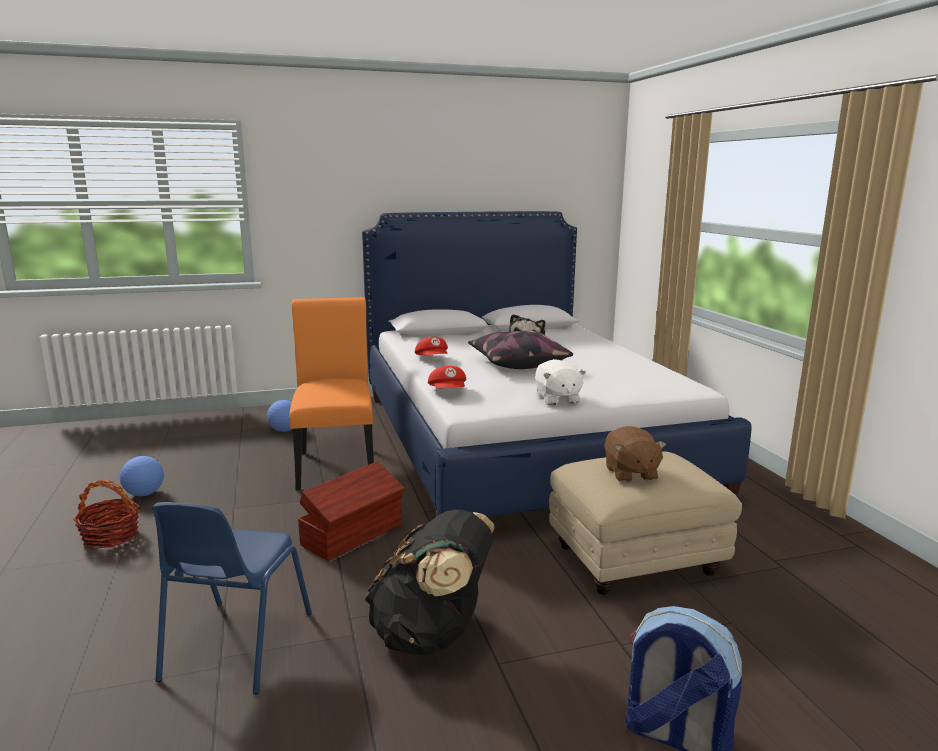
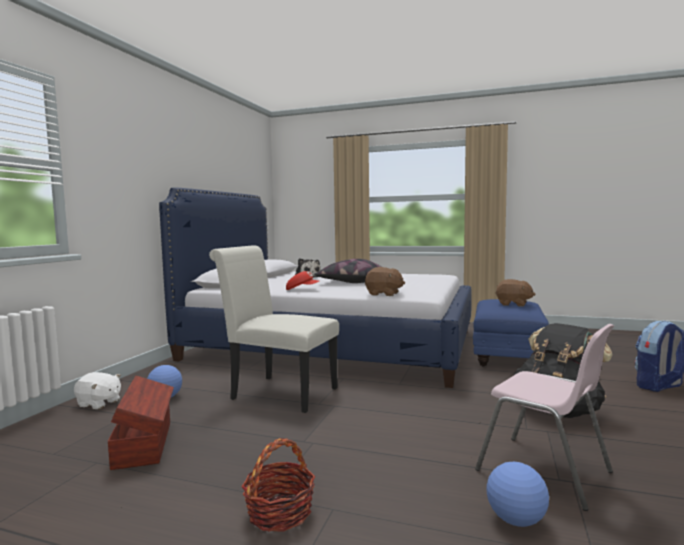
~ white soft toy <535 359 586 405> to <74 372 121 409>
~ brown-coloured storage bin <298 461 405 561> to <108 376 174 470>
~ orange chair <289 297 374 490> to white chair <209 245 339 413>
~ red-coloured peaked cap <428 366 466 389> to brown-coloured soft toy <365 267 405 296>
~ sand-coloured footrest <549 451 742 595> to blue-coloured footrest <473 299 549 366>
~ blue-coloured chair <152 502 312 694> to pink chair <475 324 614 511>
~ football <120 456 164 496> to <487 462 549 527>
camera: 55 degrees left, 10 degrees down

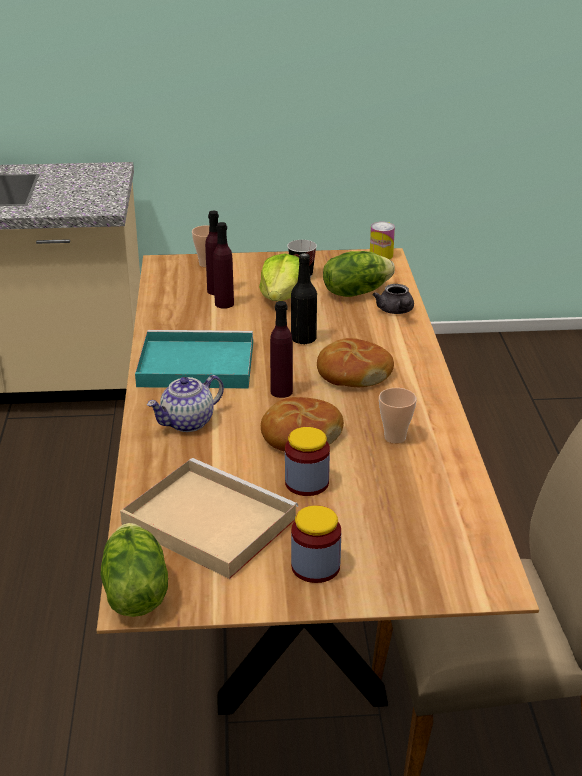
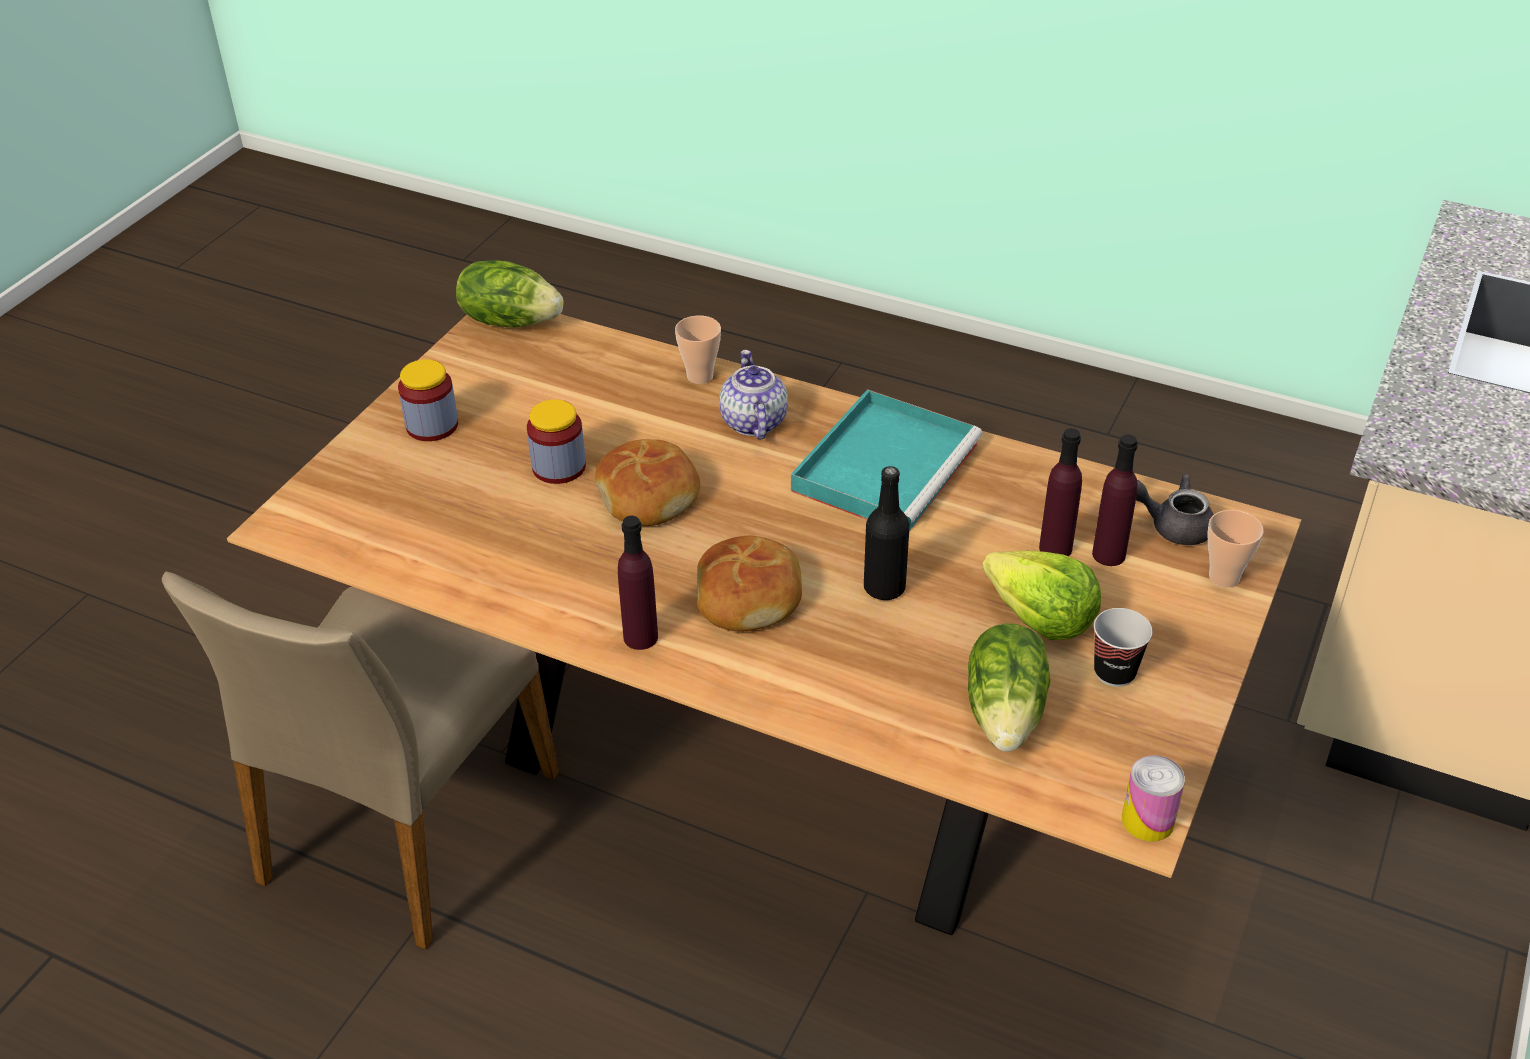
~ purplish bottle <270 301 293 398> to <618 516 658 650>
~ drinking cup <379 388 417 444> to <675 316 721 384>
~ gray tea pot <373 284 414 314> to <1136 475 1213 545>
- sand-coloured tray <120 458 298 579>
camera: 120 degrees right, 10 degrees up

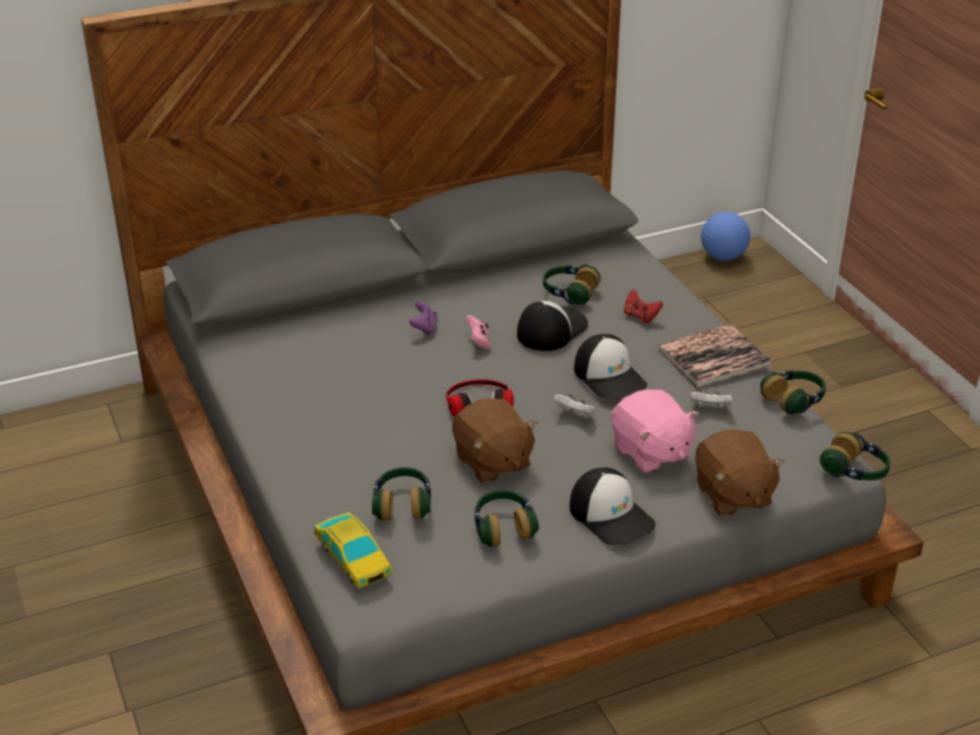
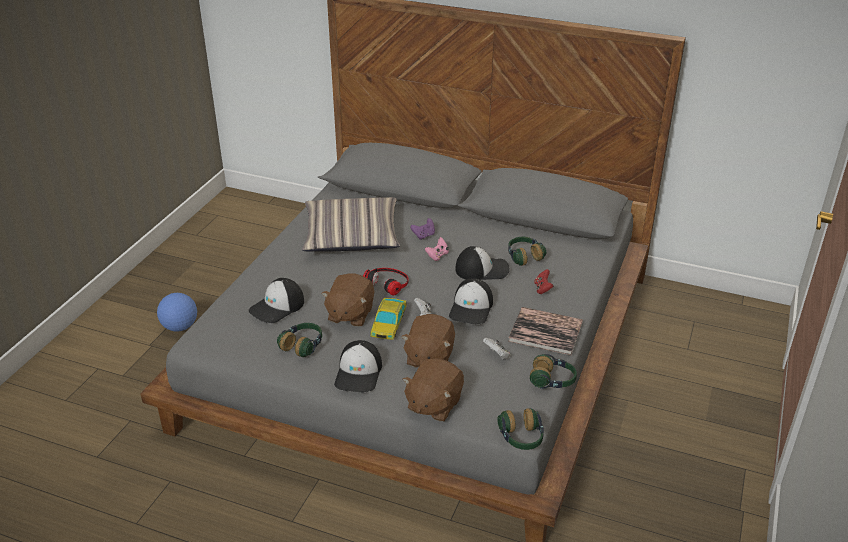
~ football <701 212 750 261> to <157 293 197 332>
~ headset <372 467 431 521> to peaked cap <249 278 304 323>
+ throw pillow <302 197 400 252>
~ miniature car <314 512 393 588> to <370 298 407 340>
~ pink soft toy <611 389 699 474> to brown-coloured soft toy <401 314 455 368>
camera: 45 degrees right, 0 degrees up

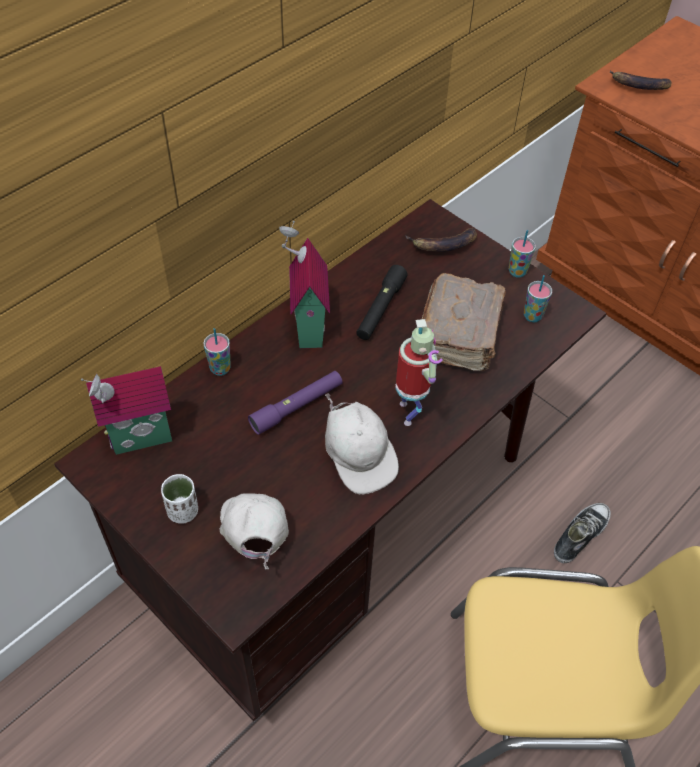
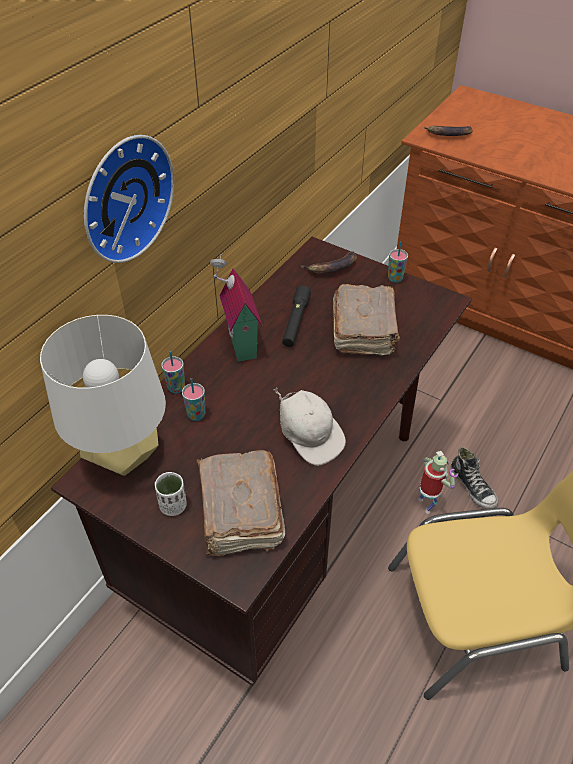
~ model house <81 366 172 455> to white lamp for a table <40 315 166 476>
+ wall clock <84 135 174 263>
~ drinking cup <524 275 552 322> to <182 378 205 421>
~ white peaked cap <220 493 289 569> to brown-coloured bound book <197 450 285 556>
~ robot figure <396 319 443 426> to <418 451 458 514>
~ low shoe <554 503 611 564> = <450 447 498 509> 120 degrees clockwise
- purplish hand torch <248 371 343 435>
camera: 10 degrees left, 5 degrees down

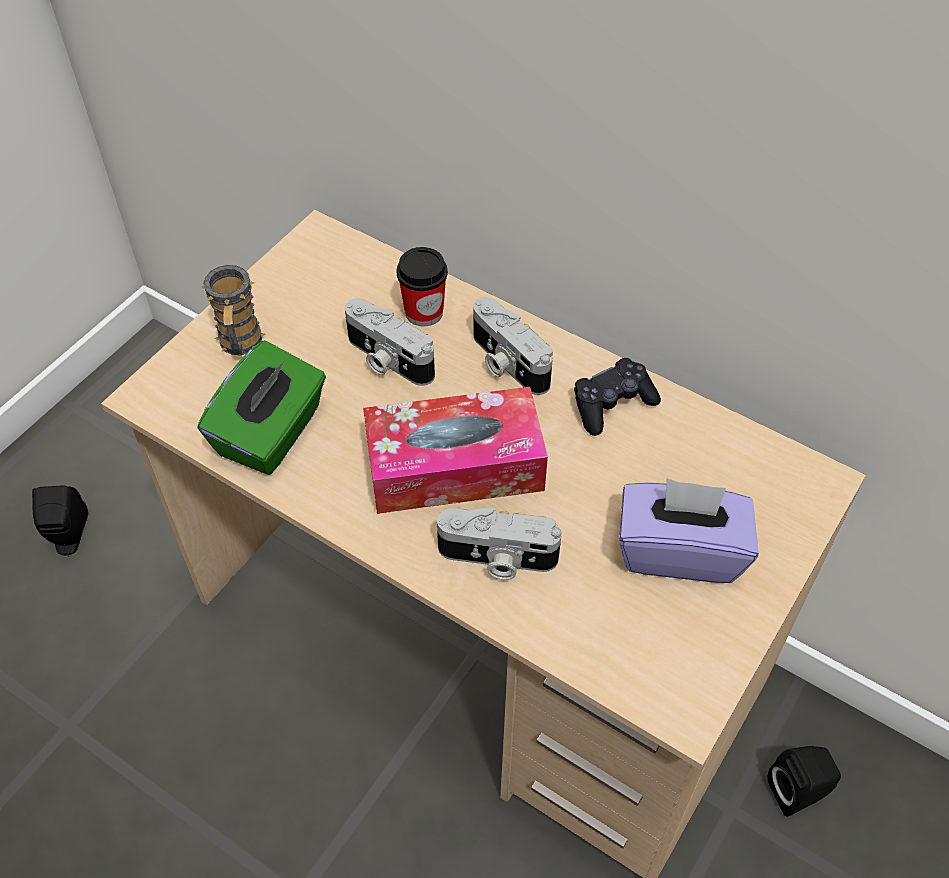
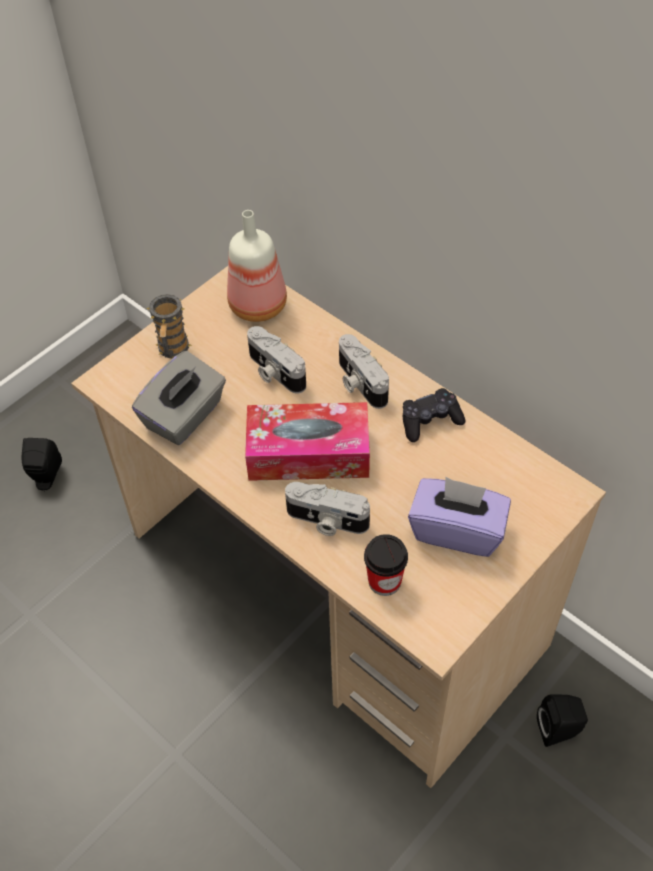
~ greenish box of tissues <198 340 326 475> to gray box of tissues <132 351 226 445>
+ bottle <227 210 287 322>
~ drinking cup <397 247 448 327> to <364 534 408 596>
camera: 10 degrees right, 0 degrees up

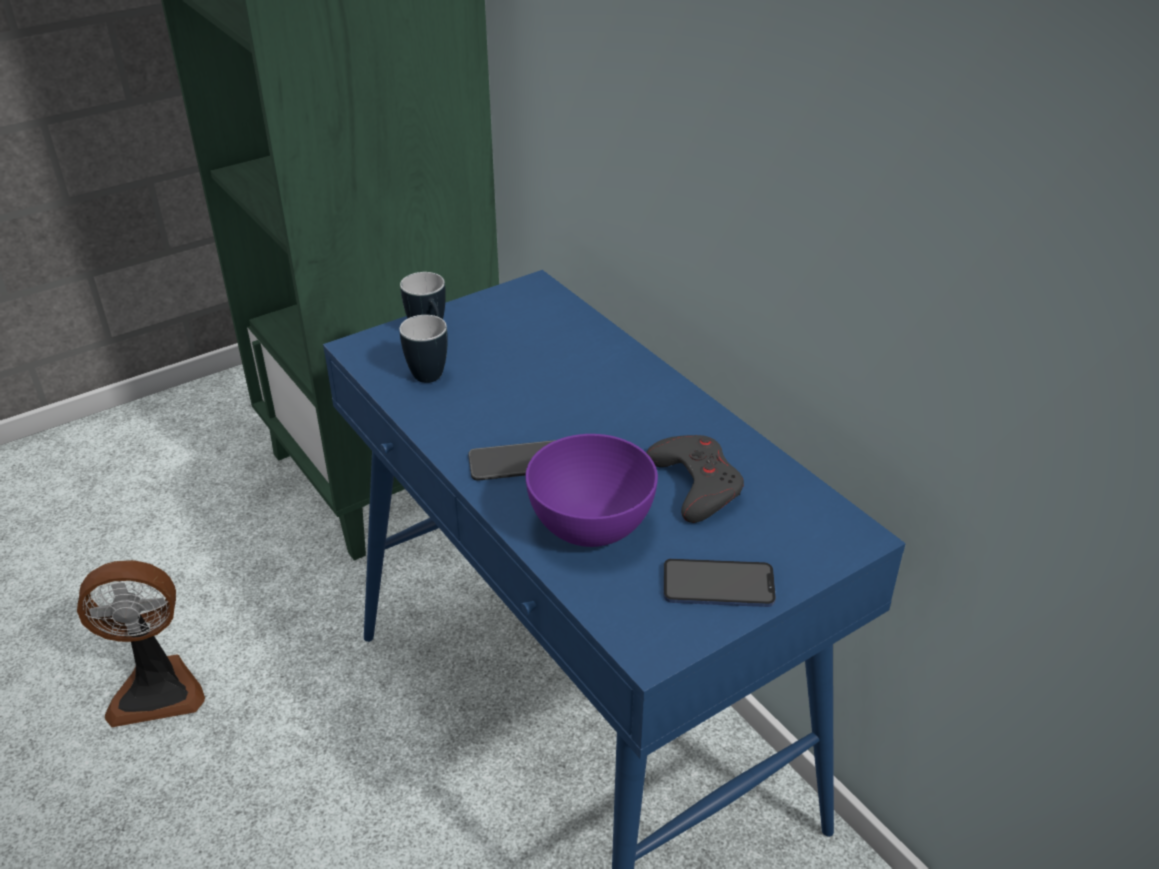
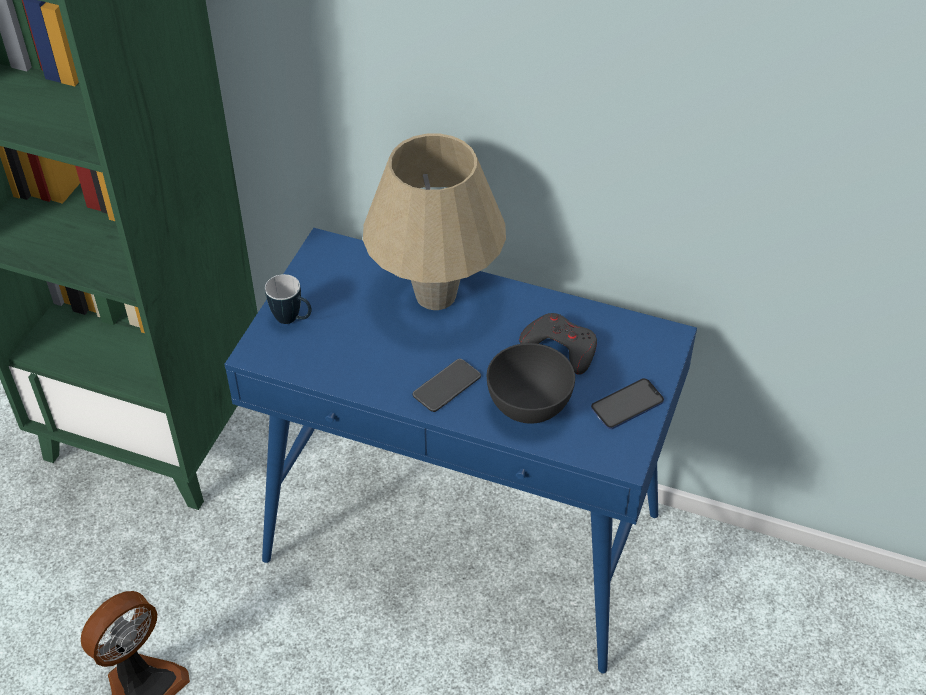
+ sand-coloured lamp for a table <363 133 506 310>
~ purplish deep dish <525 434 658 547> to gray deep dish <487 343 575 423>
- mug <399 315 448 383>
camera: 35 degrees left, 10 degrees up

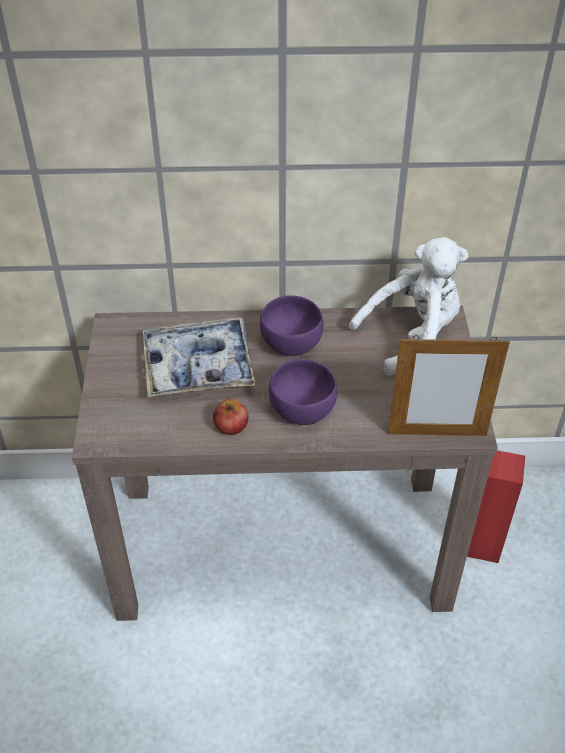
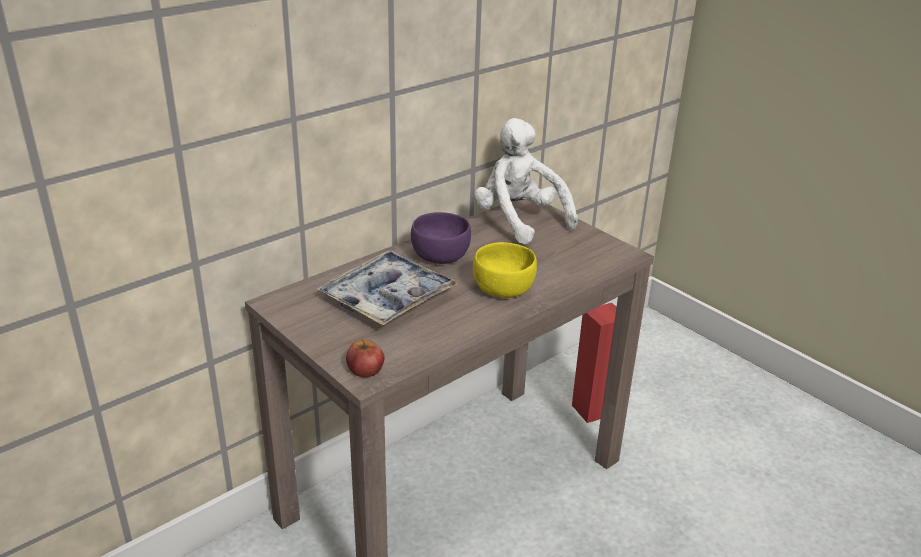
~ apple <213 399 249 435> to <346 339 385 377>
~ purplish deep dish <269 359 337 425> to yellow deep dish <473 242 537 298>
~ white soft toy <349 237 468 376> = <474 118 578 244> 60 degrees counterclockwise
- photo frame <388 335 510 436>
camera: 40 degrees left, 15 degrees down

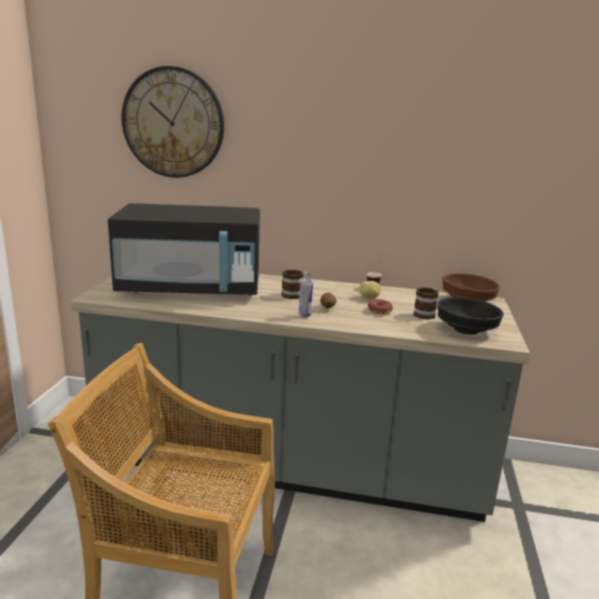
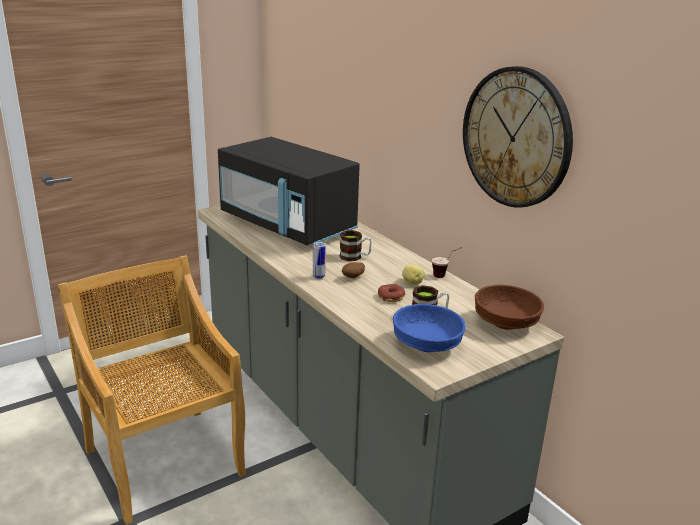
~ black deep dish <437 297 504 335> to blue-coloured deep dish <393 304 466 352>
~ wall clock <121 66 224 178> to <463 66 573 208>
camera: 45 degrees right, 5 degrees up

